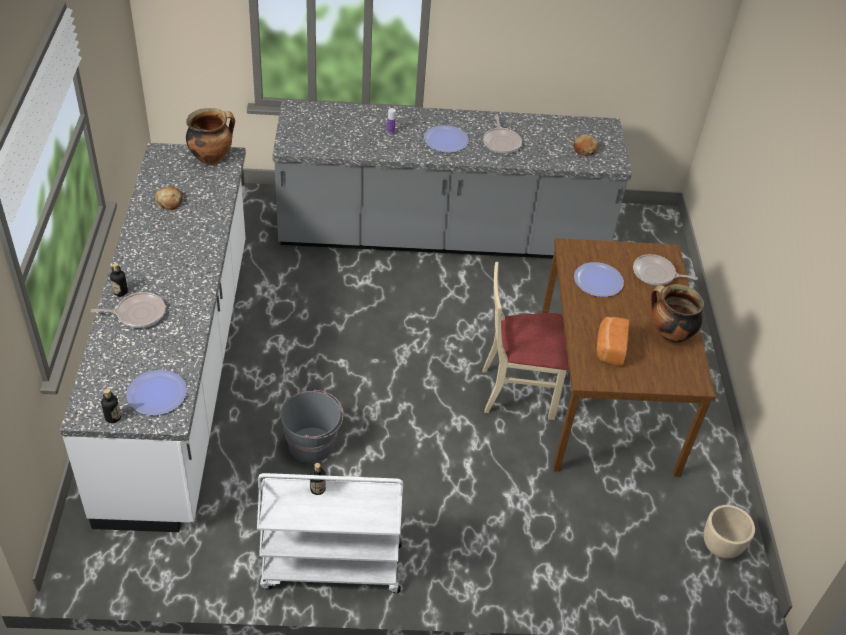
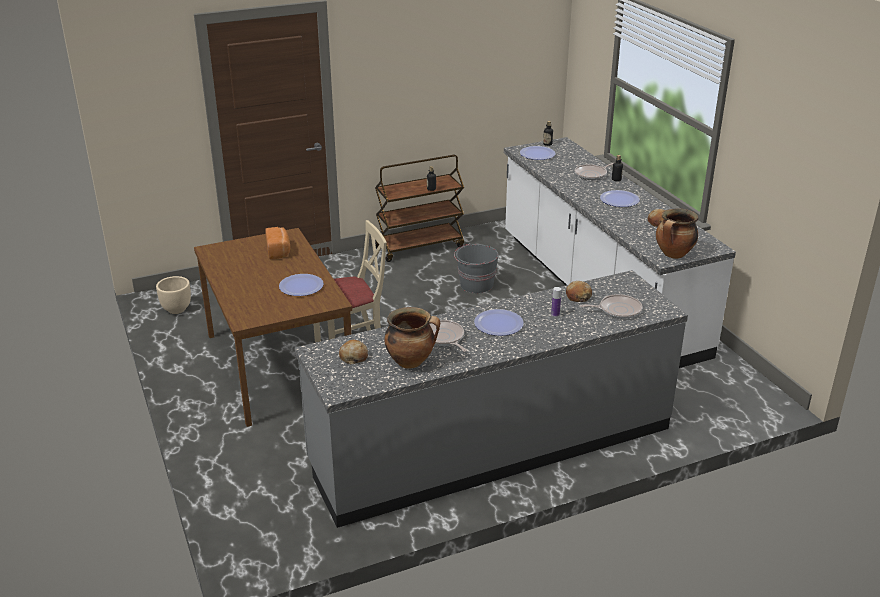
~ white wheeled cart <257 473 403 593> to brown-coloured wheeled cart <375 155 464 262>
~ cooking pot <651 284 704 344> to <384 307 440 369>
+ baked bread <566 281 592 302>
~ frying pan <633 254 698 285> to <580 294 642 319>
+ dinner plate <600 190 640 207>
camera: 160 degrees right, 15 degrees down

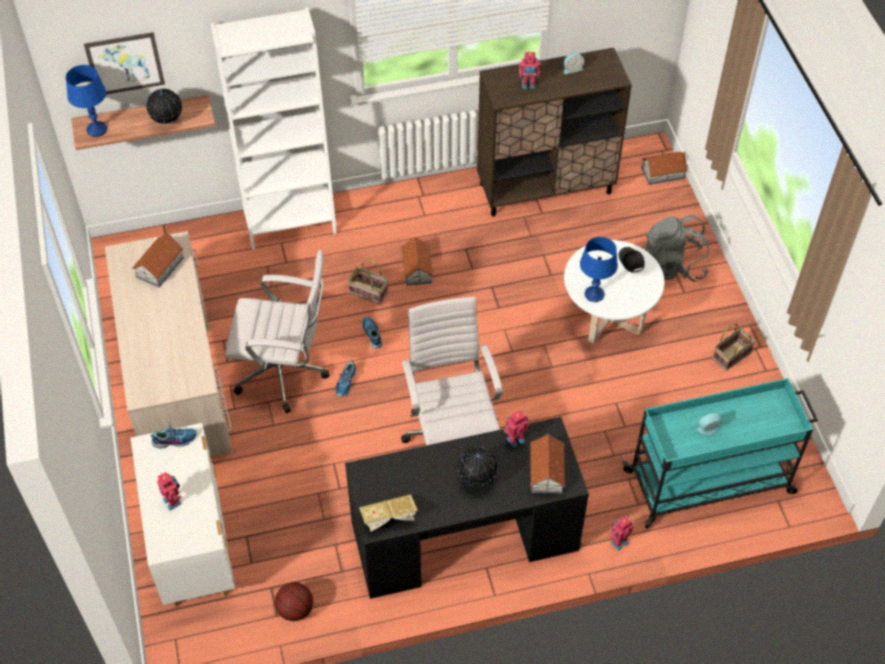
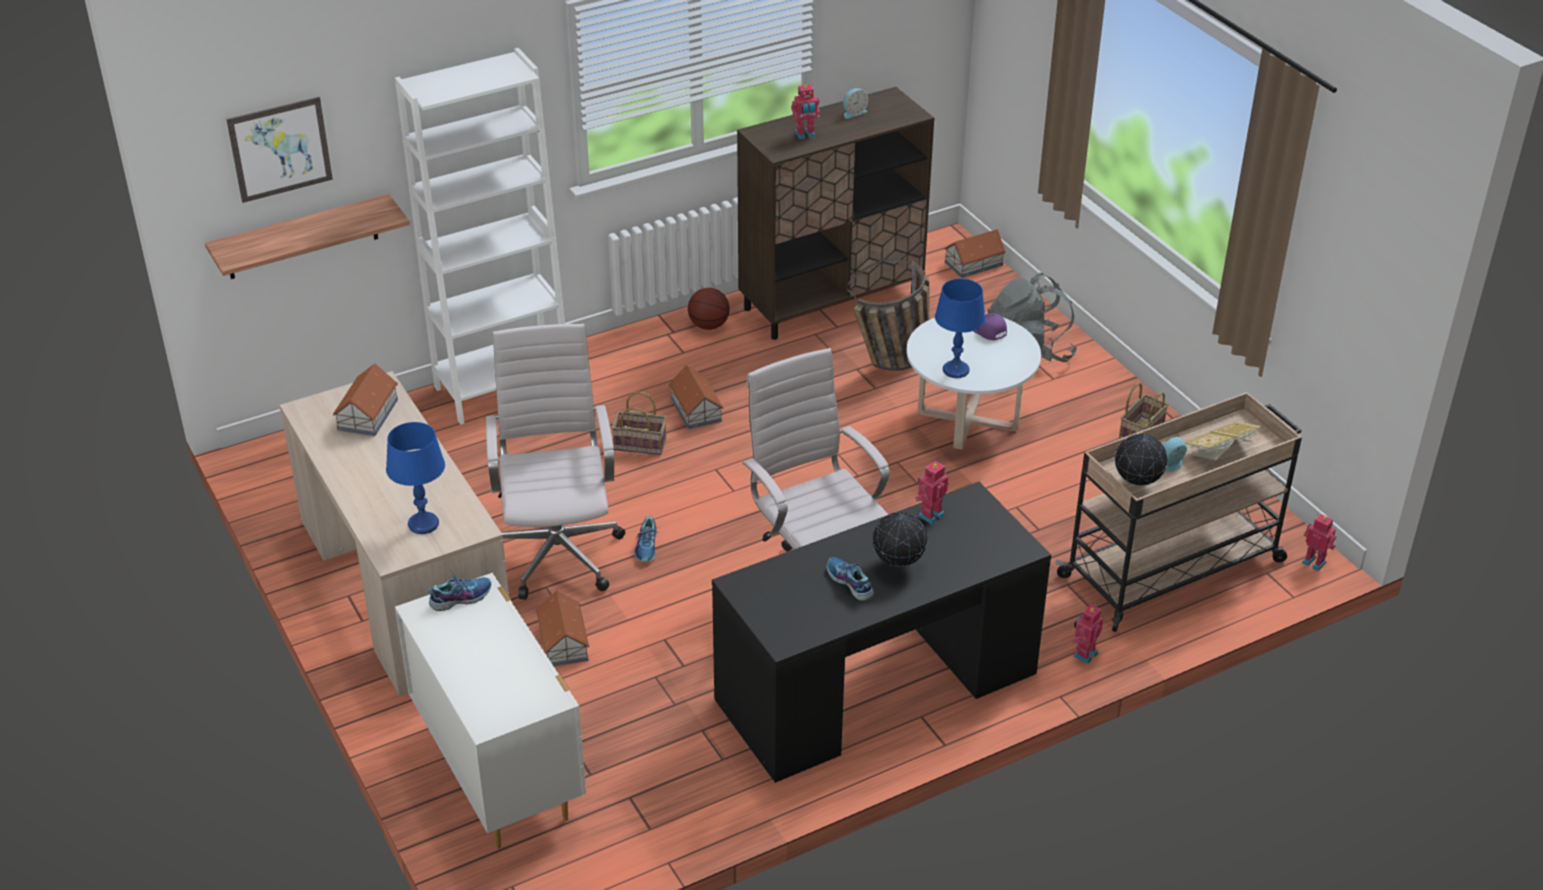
~ blue-coloured lamp for a table <66 65 107 137> to <386 422 445 534>
~ white office chair <225 250 330 413> = <486 324 625 600> 90 degrees counterclockwise
~ model house <530 434 566 494> to <535 590 590 666>
~ ball for basketball <275 582 313 621> to <688 288 730 330>
~ low shoe <362 317 383 349> to <827 557 874 601>
+ basket <847 258 929 371>
~ black peaked cap <618 247 645 273> to purplish peaked cap <973 313 1007 340>
~ turquoise-coloured wheeled cart <622 378 818 529> to sand-coloured wheeled cart <1055 392 1302 632>
~ globe <146 89 182 124> to <1115 433 1168 486>
~ bound book <359 494 418 532> to <1185 421 1262 460>
~ robot figure <157 472 182 510> to <1302 514 1336 571>
camera: 15 degrees left, 15 degrees down

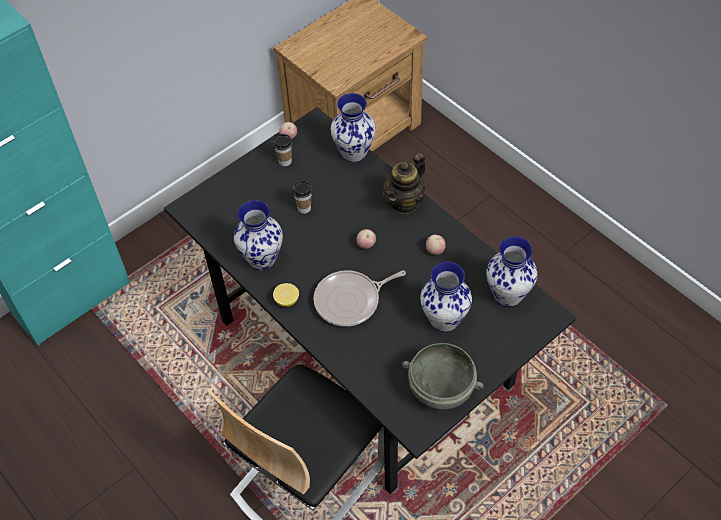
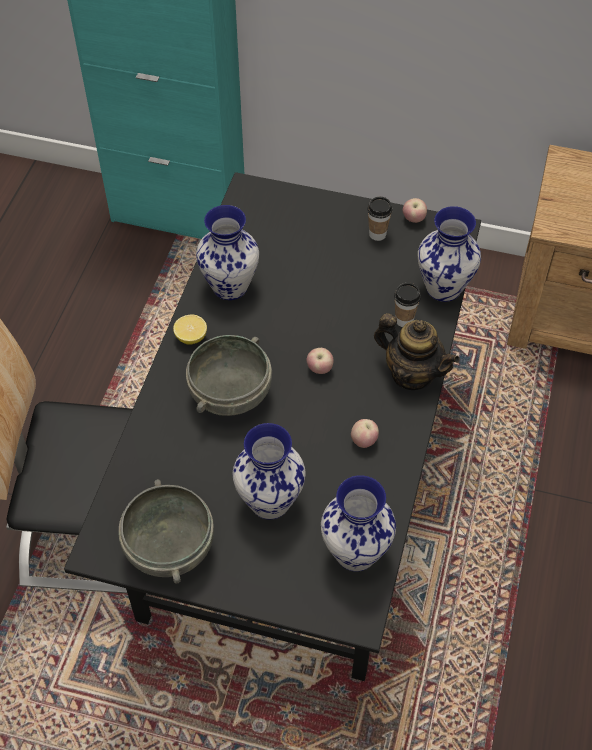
~ frying pan <314 270 406 327> to gray deep dish <186 335 272 416>
~ tea pot <383 153 426 214> = <374 313 460 390> 150 degrees counterclockwise
~ drinking cup <293 181 312 214> to <394 283 421 327>
camera: 55 degrees right, 0 degrees up

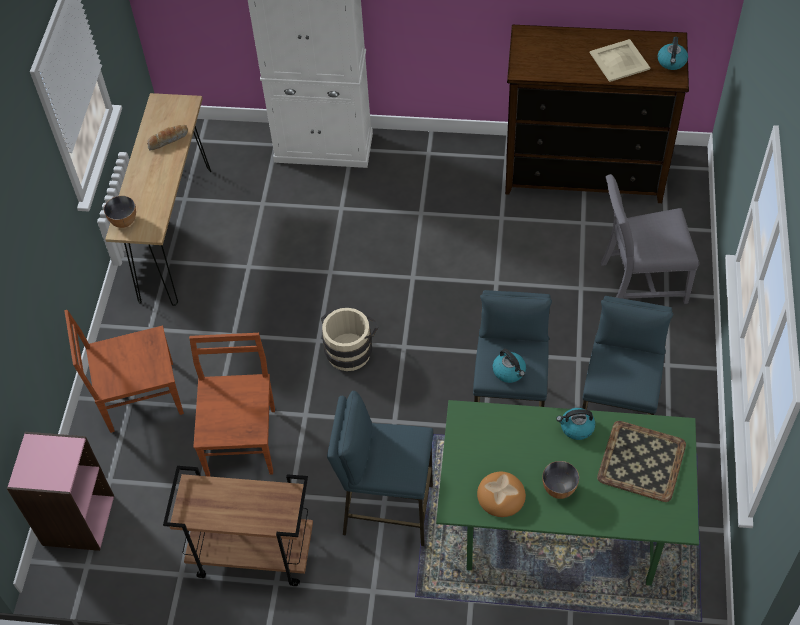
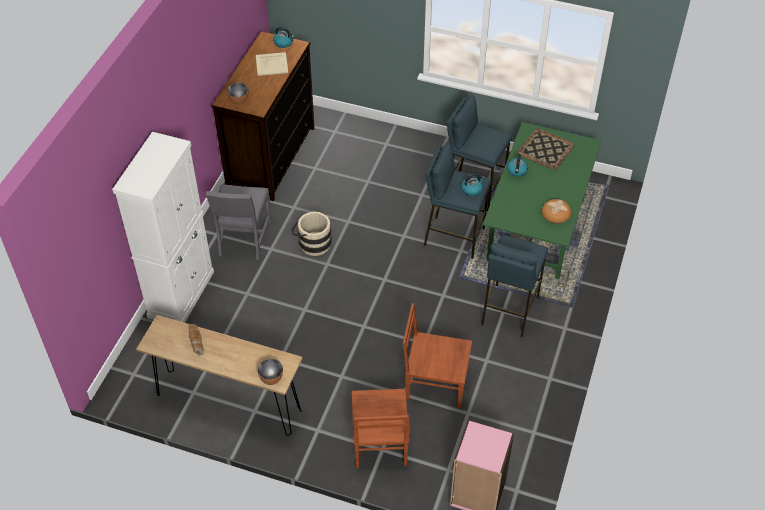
~ gray chair <601 174 699 304> to <206 184 272 259>
~ deep dish <542 461 579 499> to <227 83 249 105>
~ sand-coloured pail <321 308 378 371> to <292 212 332 256>
- brown-coloured wheeled cart <163 466 313 586>
camera: 80 degrees left, 5 degrees down

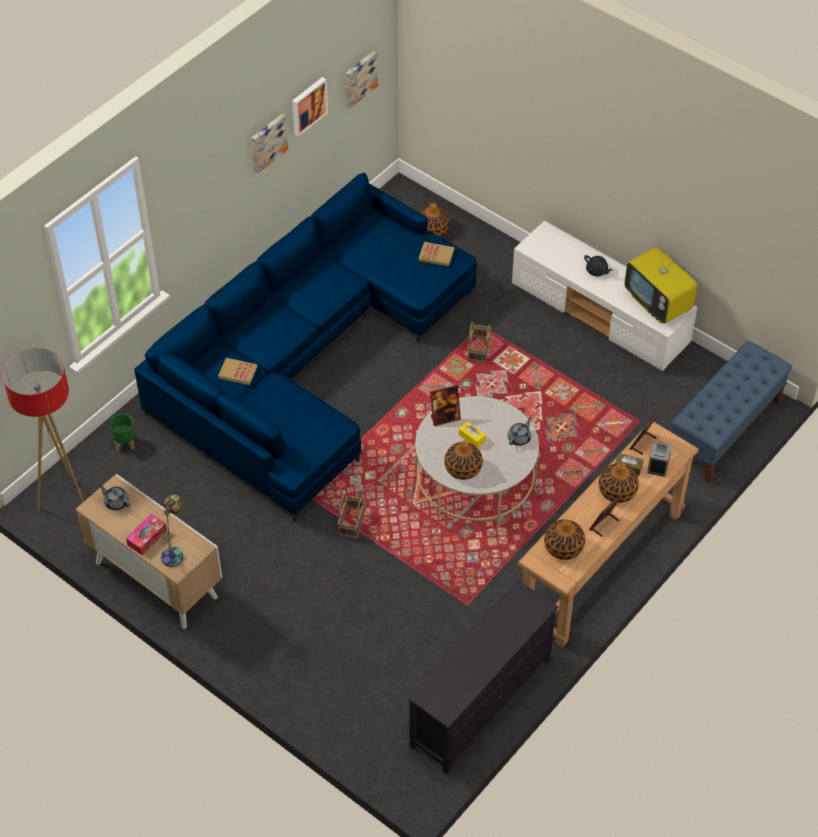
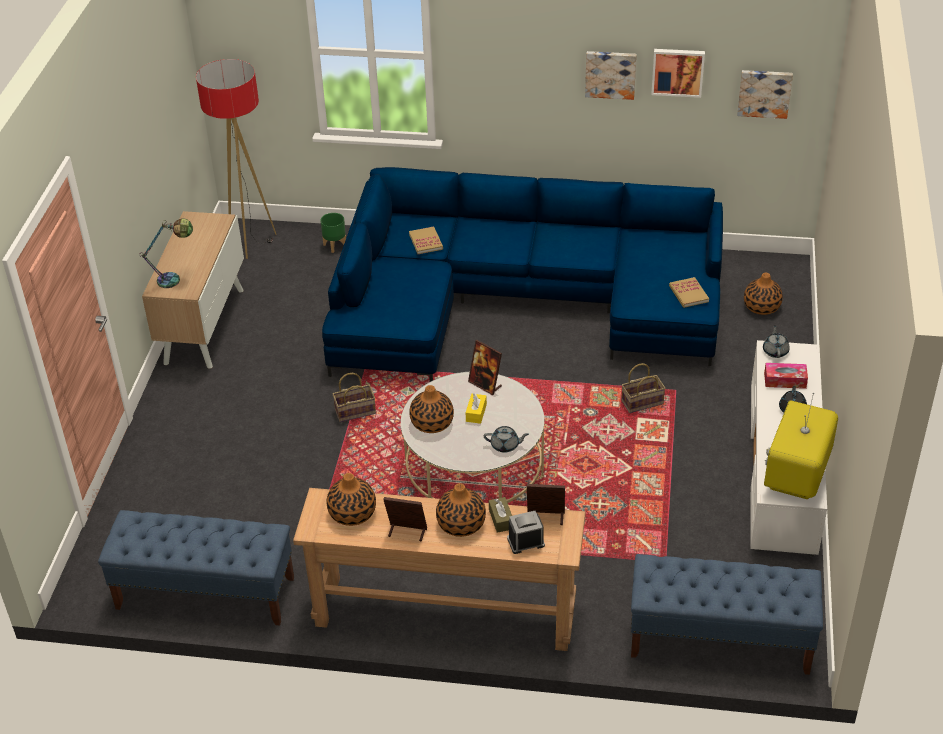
~ black tv stand <407 580 558 774> to blue-coloured long seat <98 510 294 625>
~ gray tea pot <99 484 131 510> to <763 325 790 358>
~ box of tissues <126 514 167 555> to <764 363 808 389>
camera: 60 degrees right, 10 degrees down

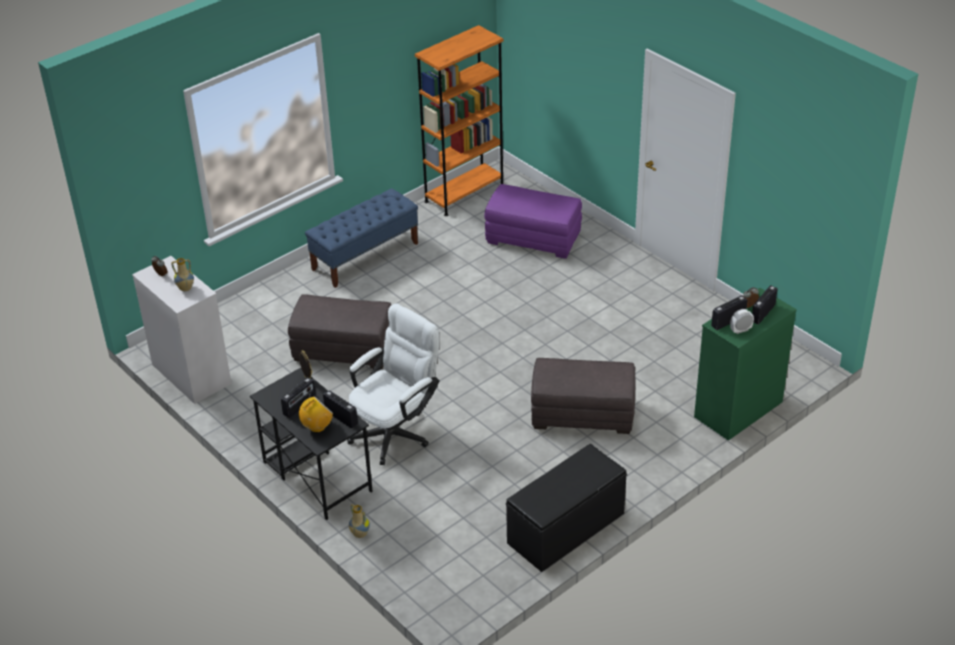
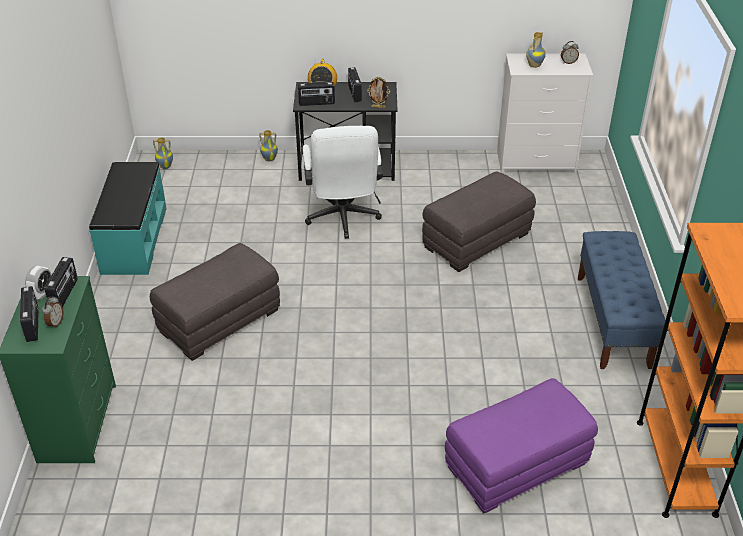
~ black long seat <506 444 627 572> to turquoise-coloured long seat <89 162 167 275>
+ flower vase <153 138 173 169>
camera: 130 degrees right, 0 degrees up

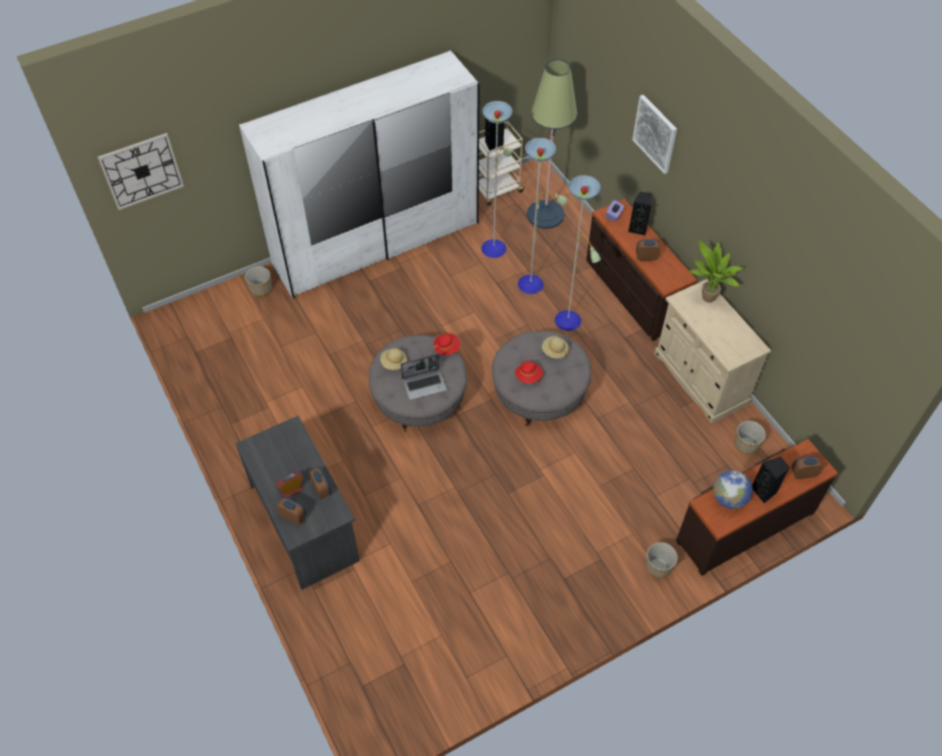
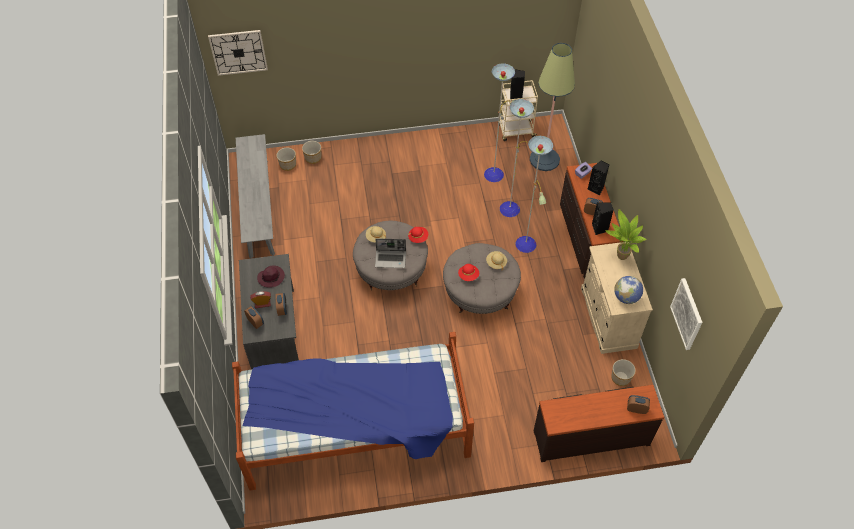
+ sleeping bed <232 332 474 490>
+ gray long seat <236 134 275 258>
+ purplish hat <257 265 285 288>
~ flower pot <646 542 678 578> to <276 148 296 171>
~ black audio speaker <752 457 790 504> to <592 202 614 235>
~ globe <713 470 753 509> to <614 276 643 304>
~ picture <632 95 677 174> to <670 278 702 350>
- white wardrobe <239 50 480 299>
camera: 20 degrees right, 0 degrees up

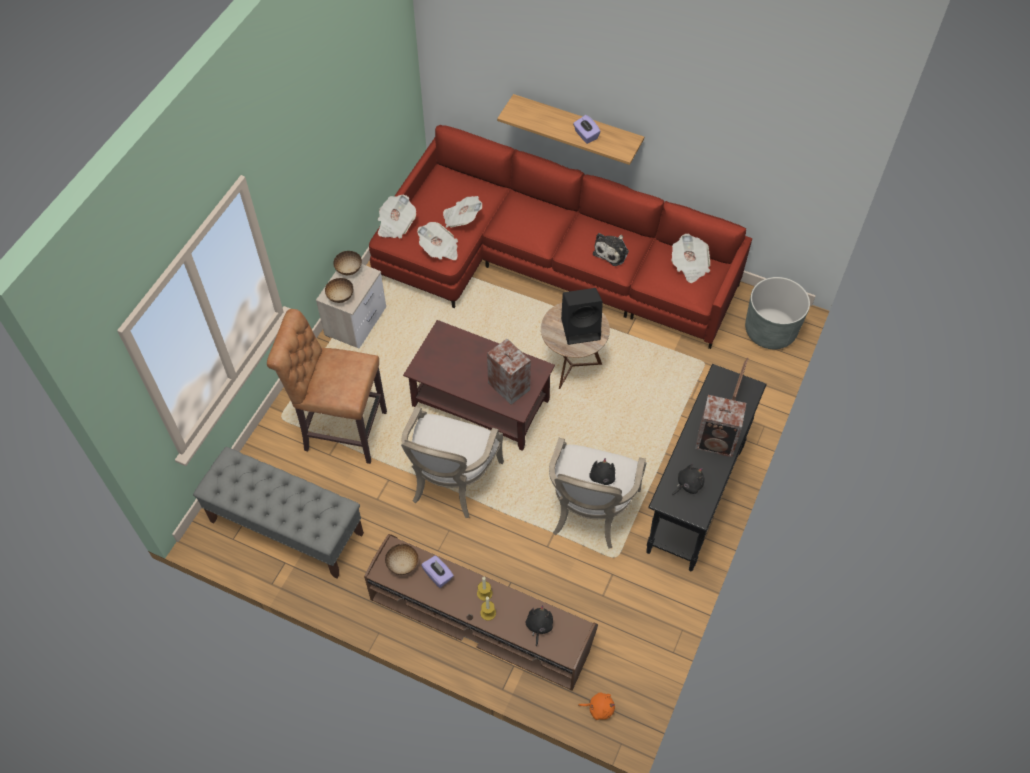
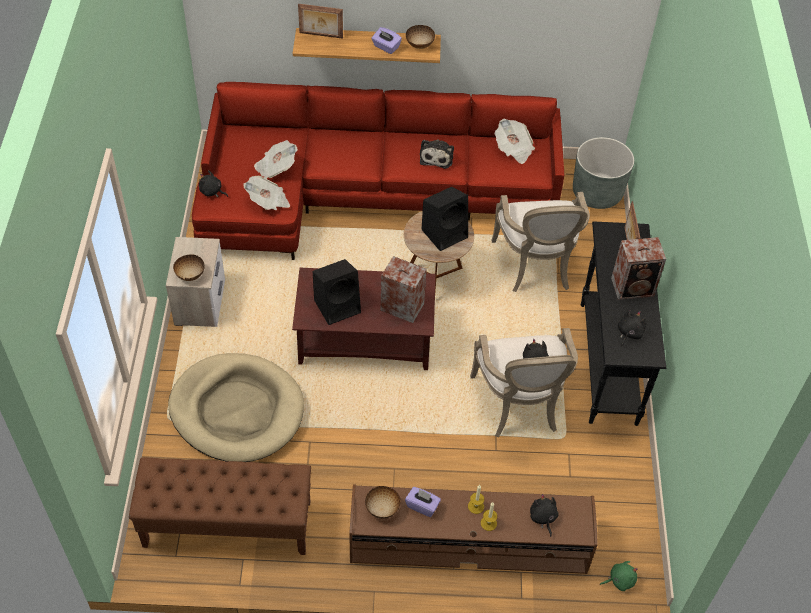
~ gray long seat <193 447 364 578> to brown-coloured long seat <129 458 311 555>
~ brown-coloured sitting stool <267 309 387 464> to sand-coloured dog cushion <168 353 304 462>
~ daily paper <378 195 416 239> to black soft toy <199 170 228 197>
+ photo frame <298 4 343 39>
+ black audio speaker <313 259 361 325>
~ deep dish <333 251 362 275> to <406 25 435 49>
~ easy chair <401 406 504 518> to <491 192 590 292>
~ orange soft toy <578 693 615 720> to greenish soft toy <600 561 638 591>
camera: 25 degrees left, 5 degrees down

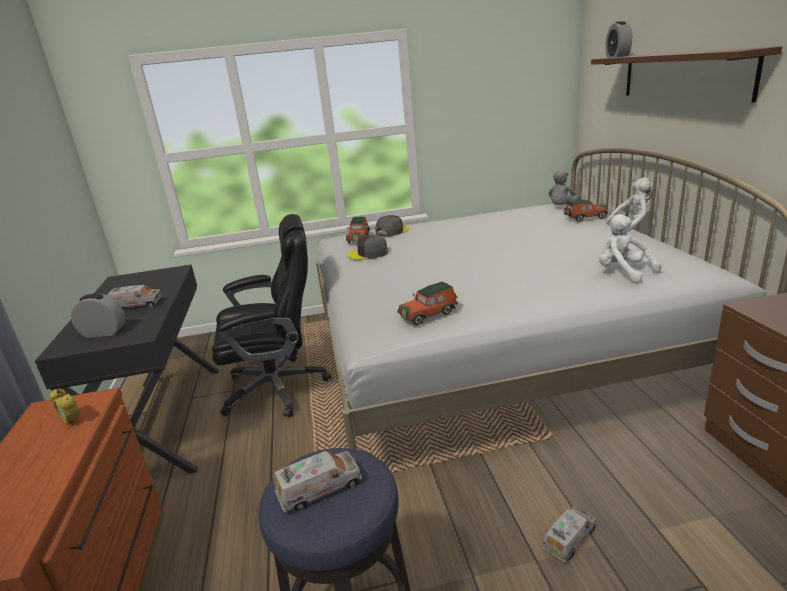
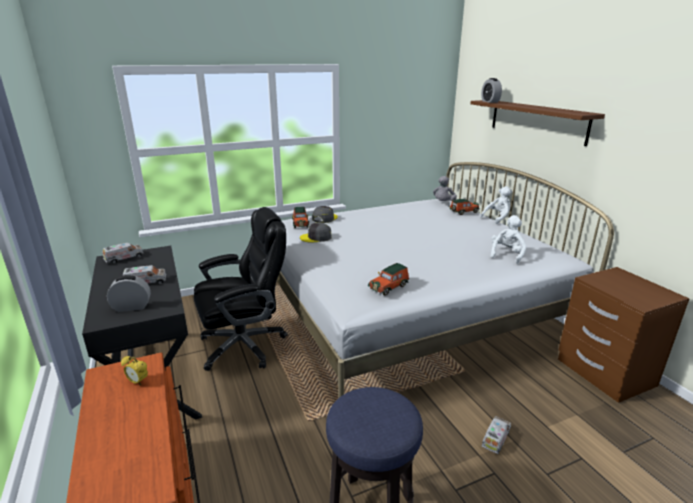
~ model truck <274 451 362 513> to <102 243 144 264>
~ white soft toy <599 214 661 282> = <490 215 526 264> 75 degrees clockwise
camera: 15 degrees left, 0 degrees up

